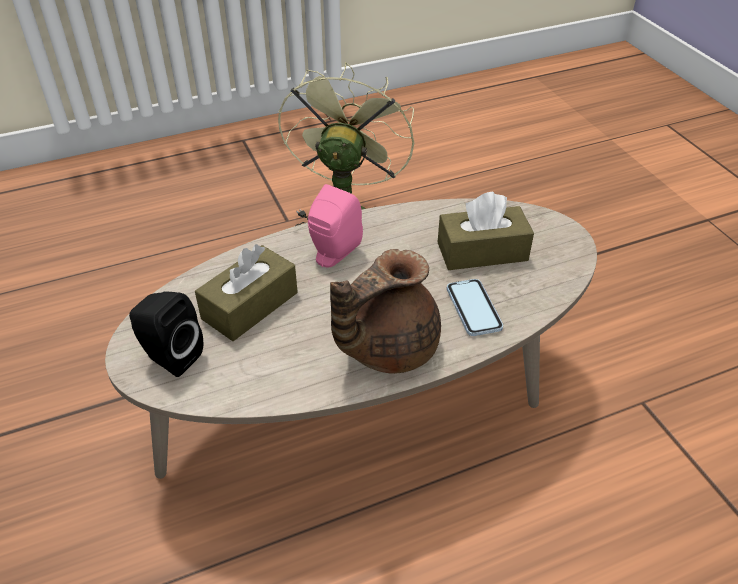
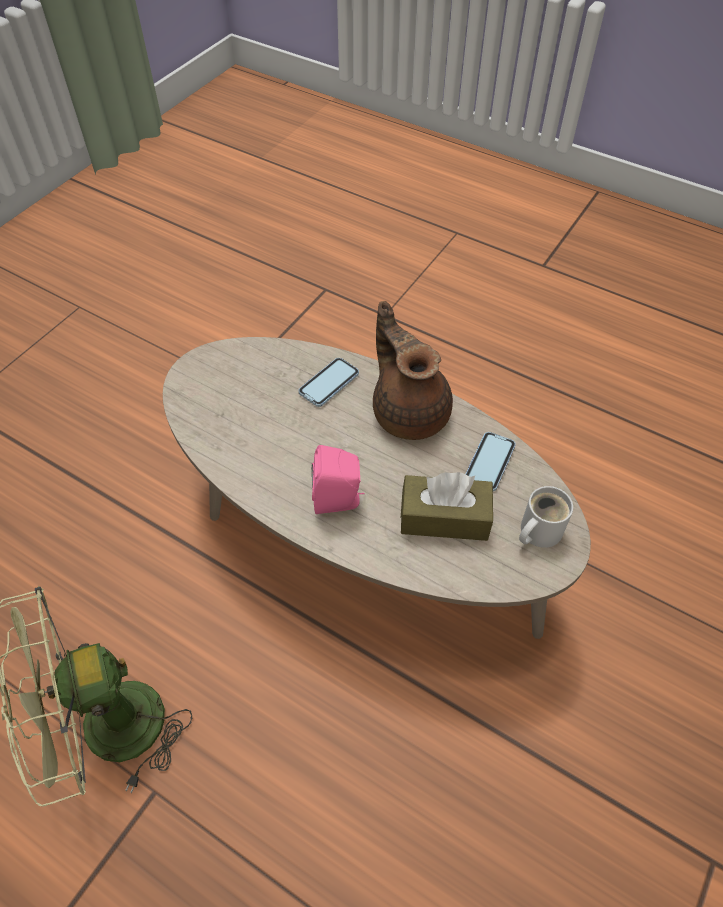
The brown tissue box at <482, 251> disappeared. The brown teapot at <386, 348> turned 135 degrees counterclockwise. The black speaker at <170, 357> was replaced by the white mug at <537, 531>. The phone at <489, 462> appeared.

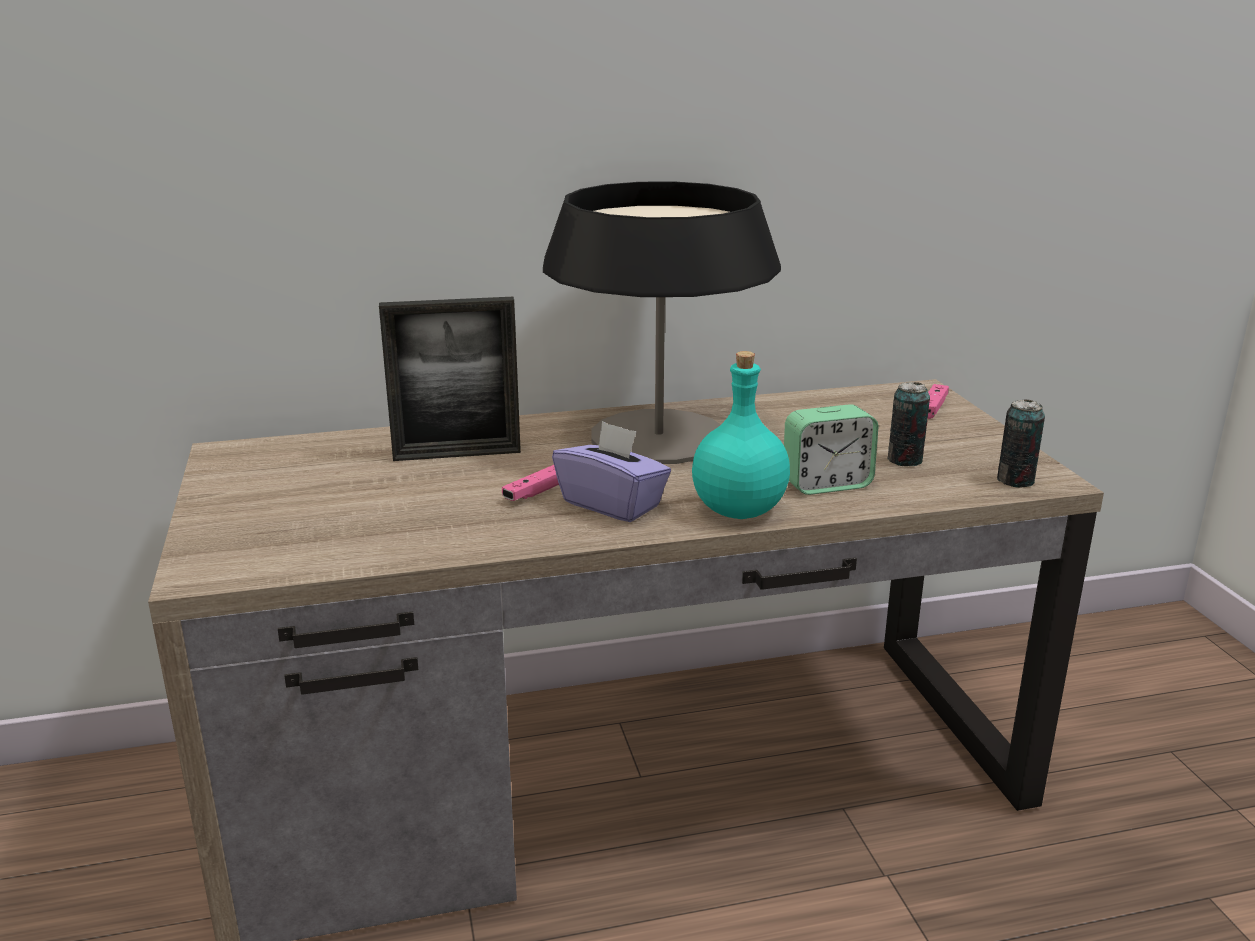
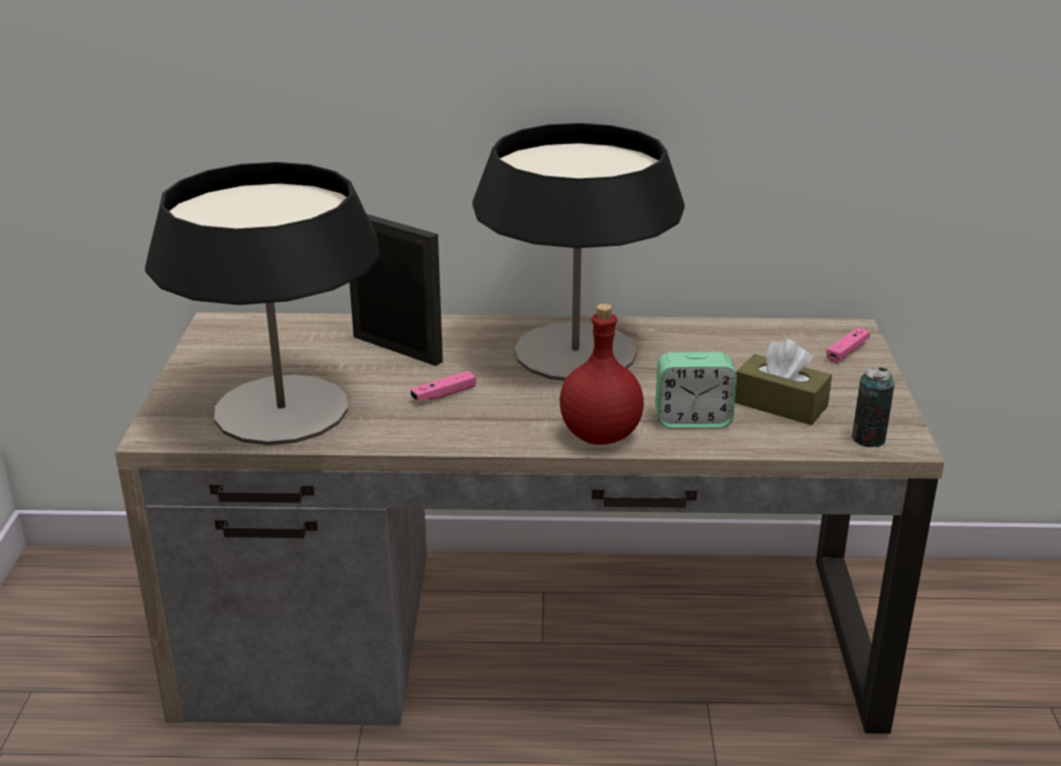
The picture frame at <457, 454> turned 150 degrees counterclockwise. The turquoise bottle at <738, 510> became the red bottle at <600, 434>. The can at <904, 460> was replaced by the brown tissue box at <780, 404>. The purple tissue box at <612, 504> disappeared. The table lamp at <282, 410> appeared.

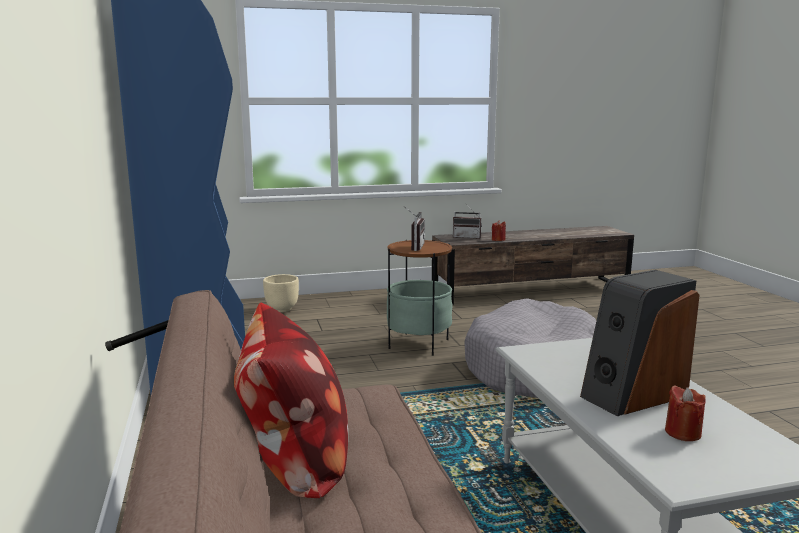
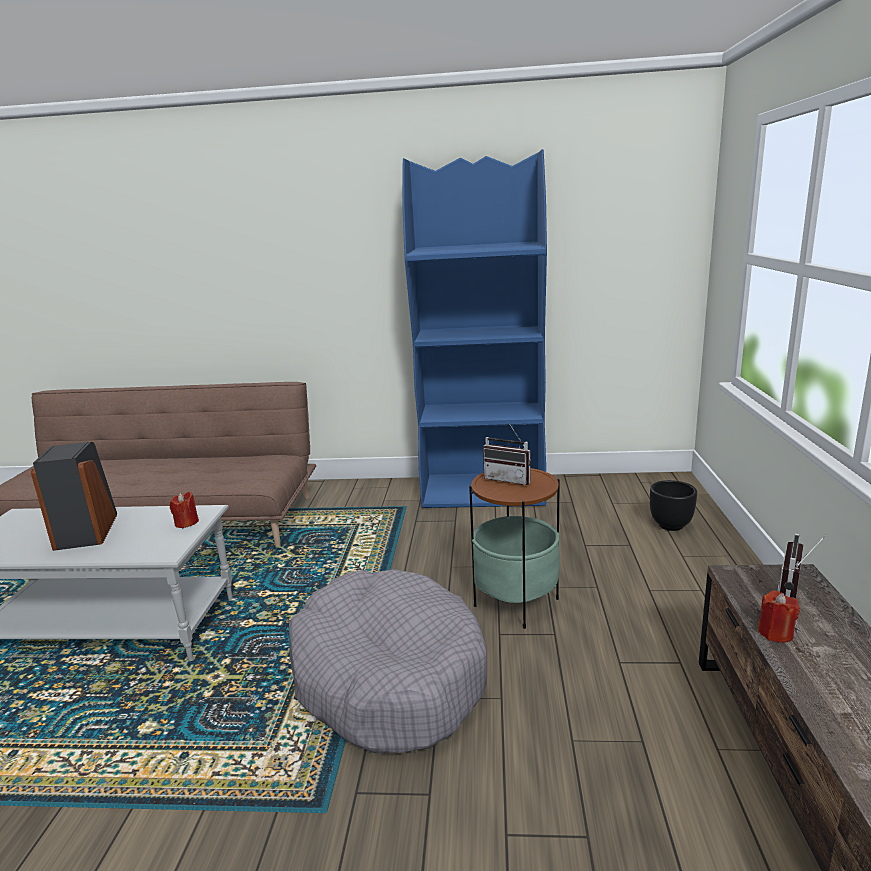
The beige planter at <282, 309> became the black planter at <671, 525>. The pillow at <294, 462> disappeared. The red candle moved from <682, 433> to <186, 523>.

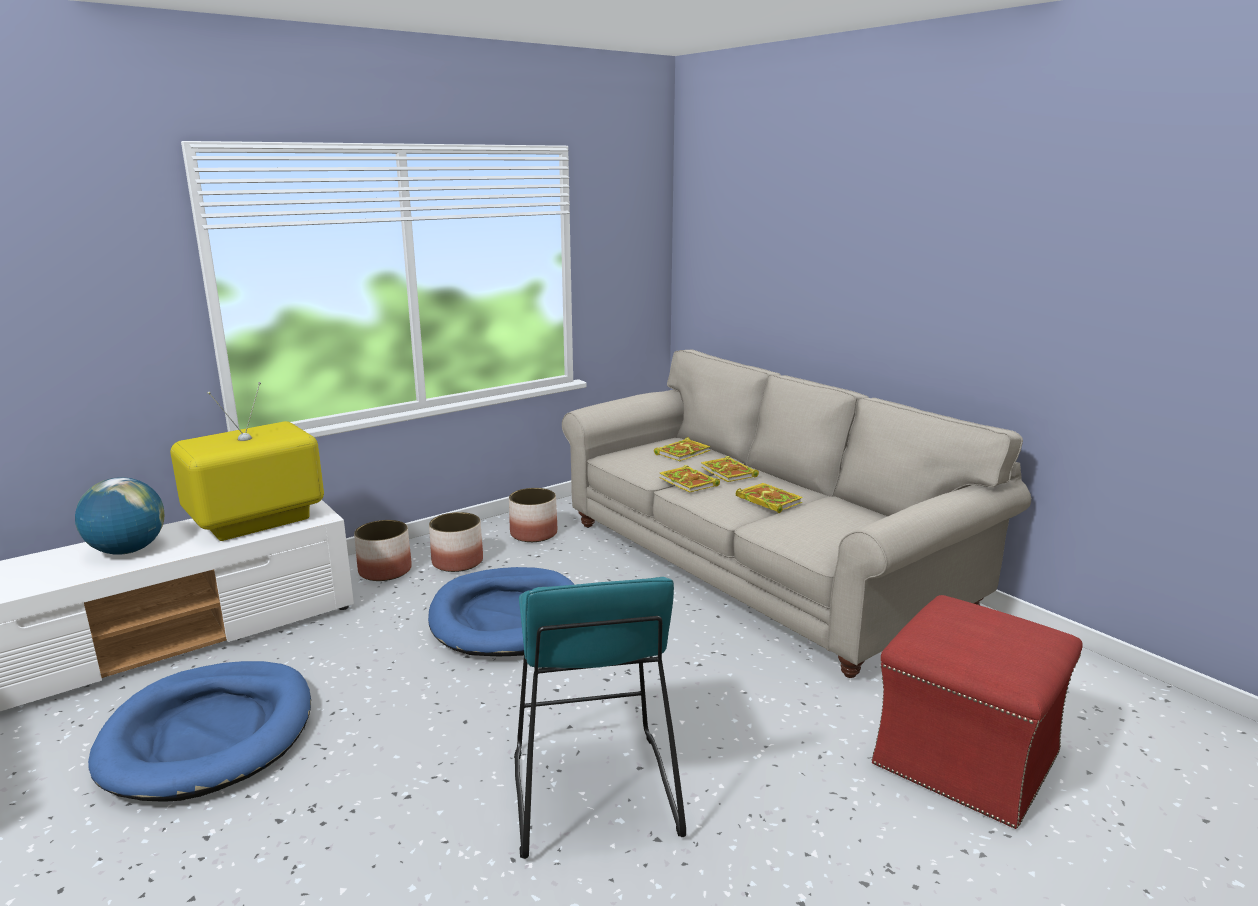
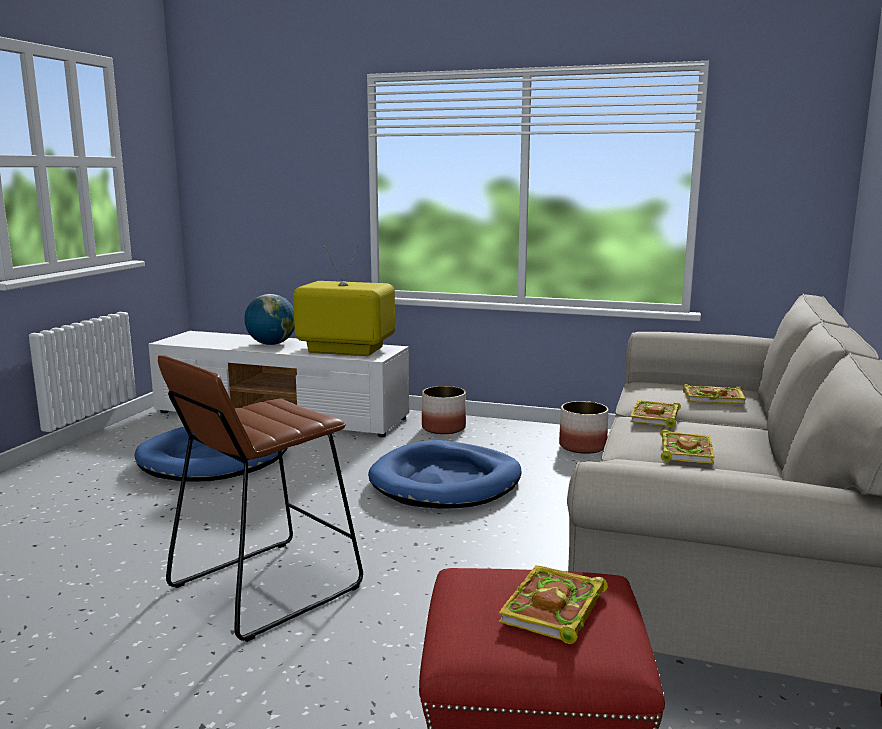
The book moved from <729, 473> to <553, 610>. The planter at <457, 562> disappeared. The turquoise stool at <592, 792> became the brown stool at <265, 587>.

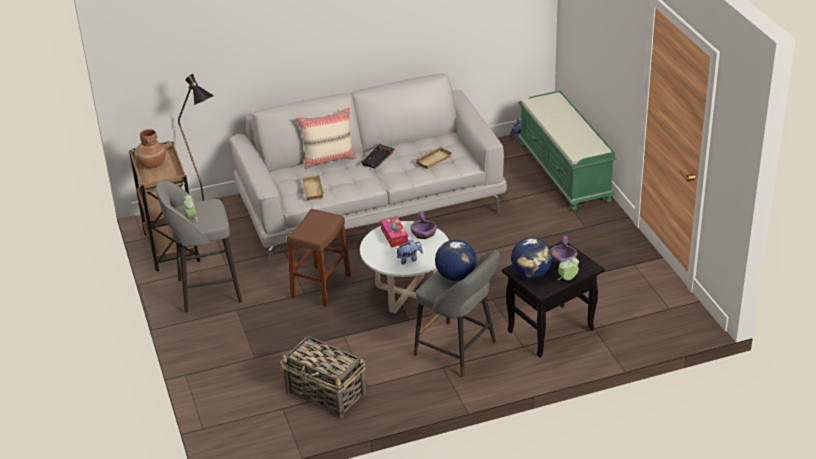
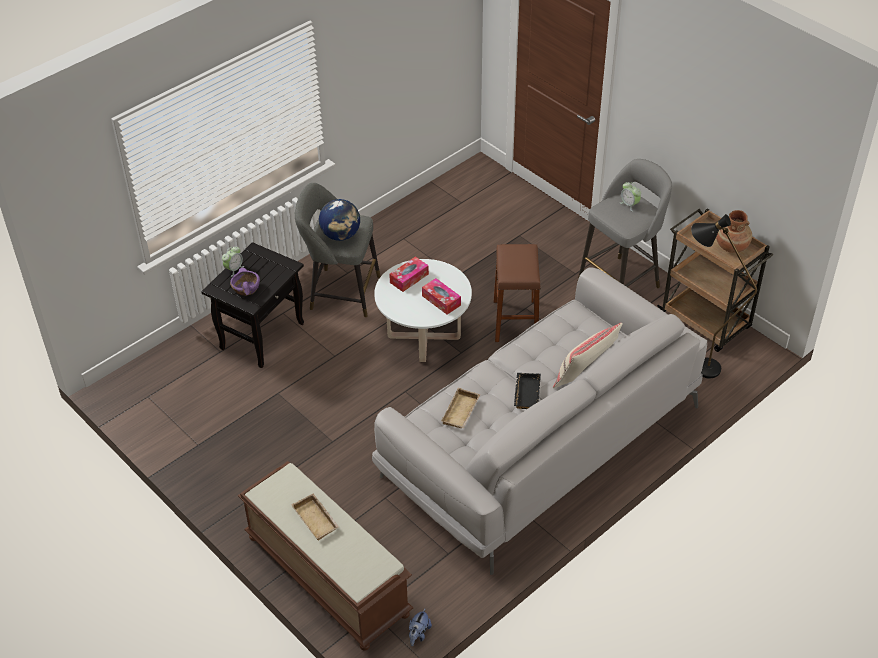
The green bench at <565, 172> became the brown bench at <325, 575>. The beige tray moved from <311, 190> to <317, 519>. The purple bowl at <424, 234> disappeared. The globe at <531, 274> disappeared. The plush toy at <409, 259> was replaced by the tissue box at <409, 278>. The basket at <326, 394> disappeared.

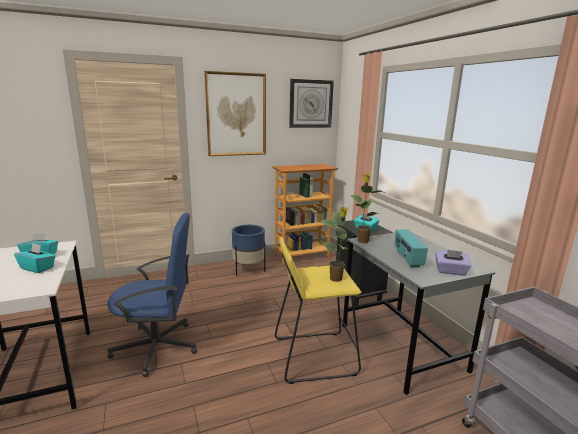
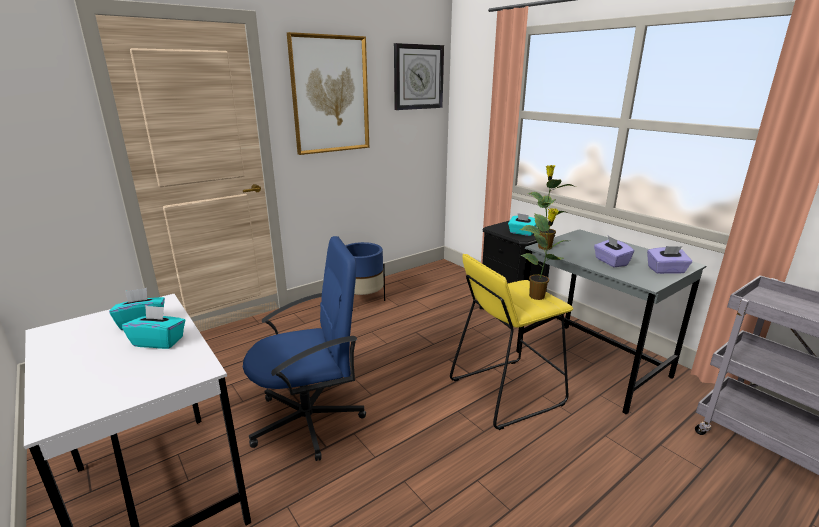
The bookcase at <301, 256> disappeared. The radio at <407, 258> was replaced by the purple tissue box at <610, 262>.

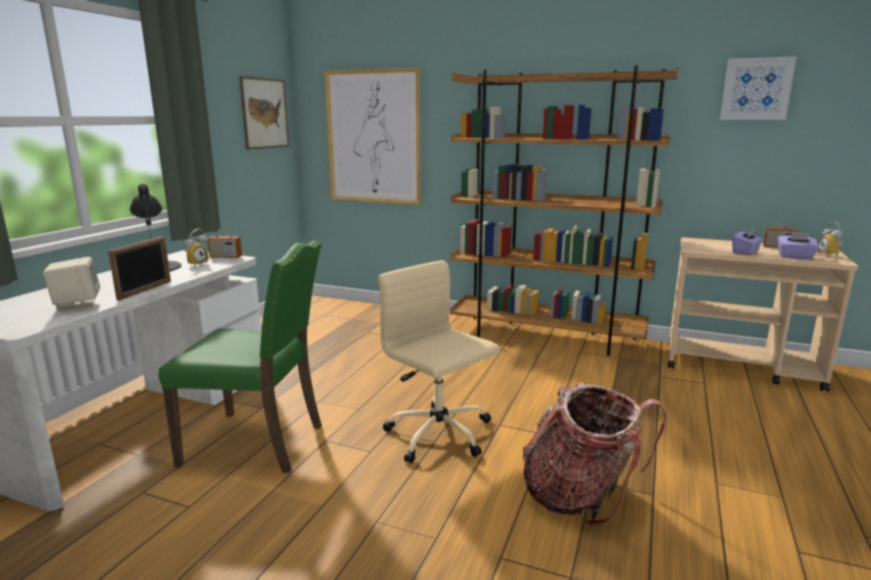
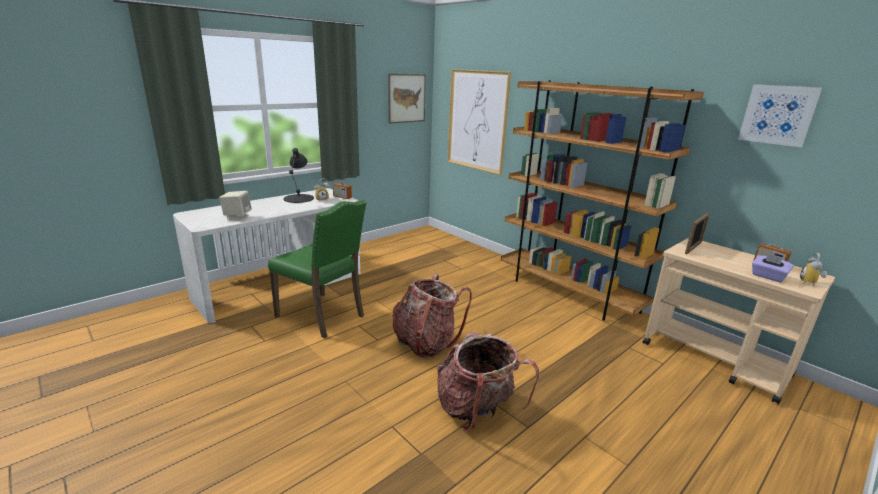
The purple tissue box at <745, 252> disappeared. The picture frame moved from <145, 290> to <693, 248>. The beige office chair at <440, 435> was replaced by the backpack at <426, 342>.

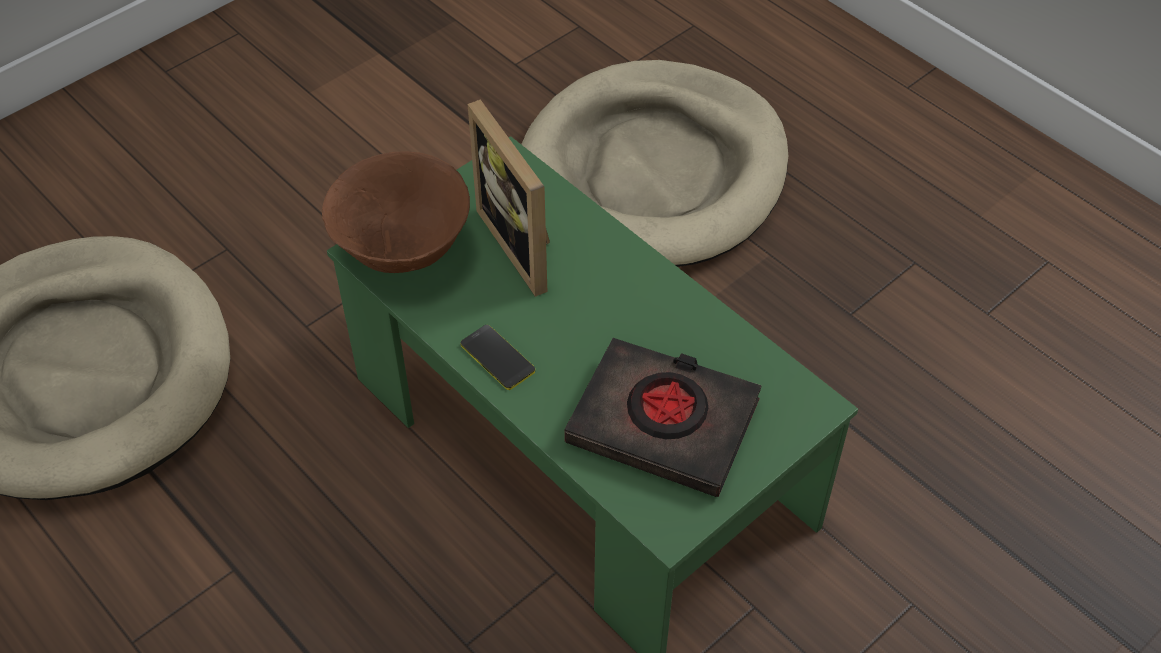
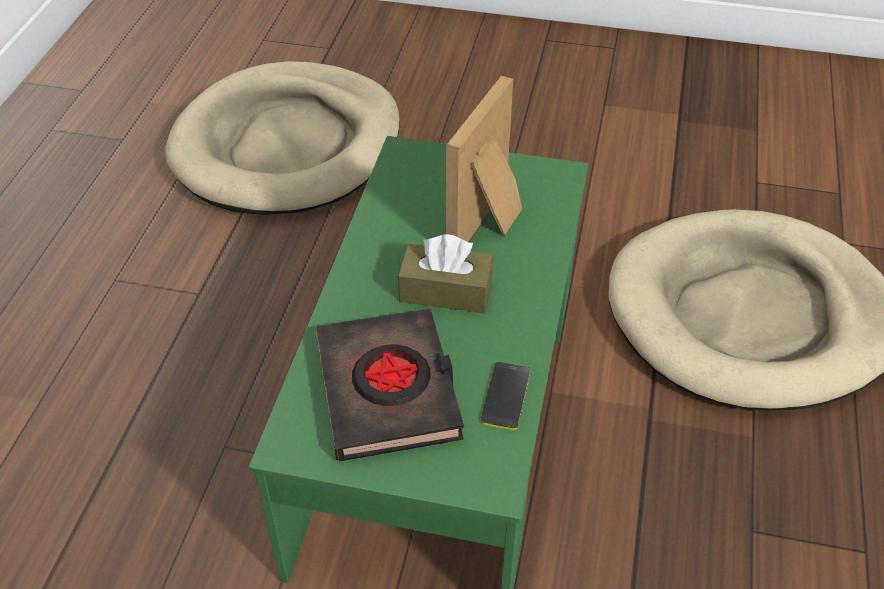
The brown bowl at <404, 251> disappeared. The phone moved from <497, 358> to <505, 396>. The brown tissue box at <446, 291> appeared.

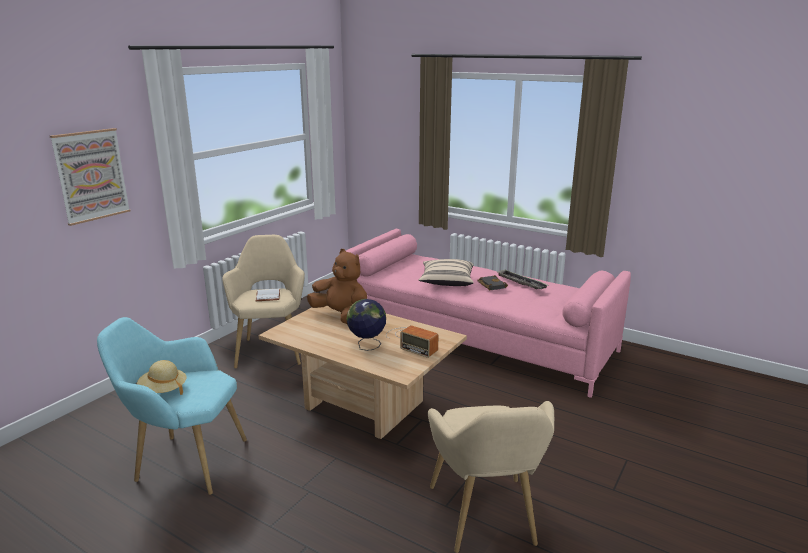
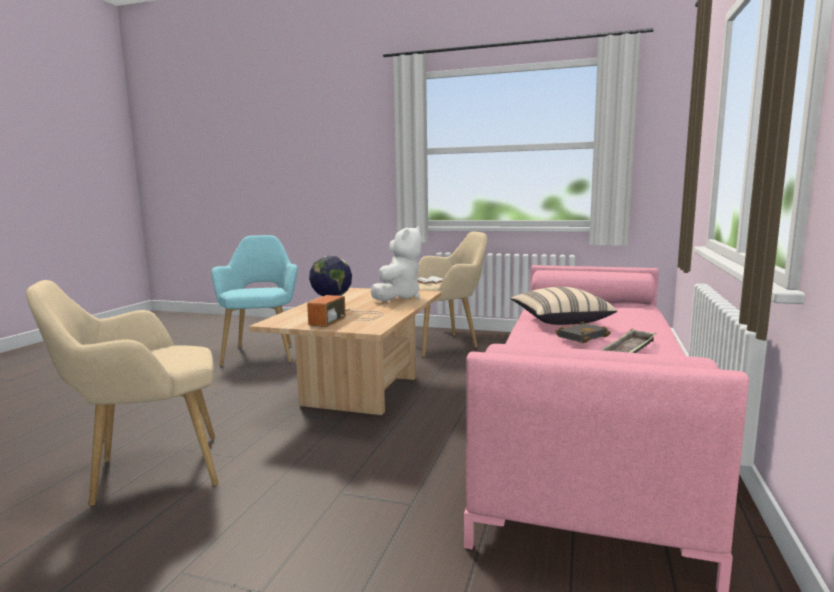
The picture at <91, 175> disappeared. The brown plush toy at <341, 316> became the white plush toy at <398, 297>. The beige hat at <163, 390> disappeared.

